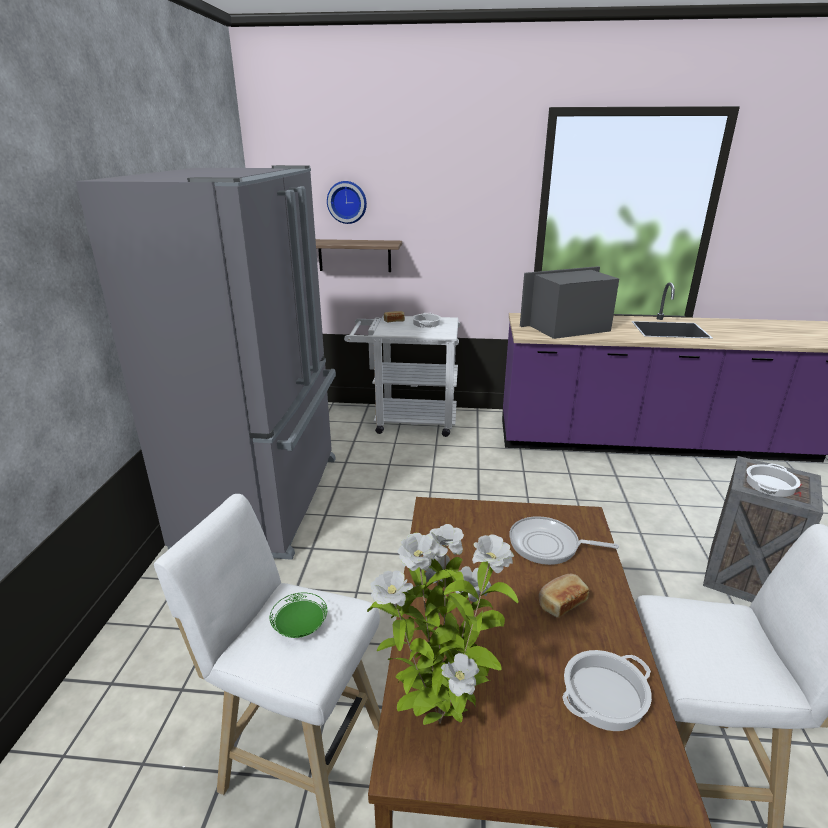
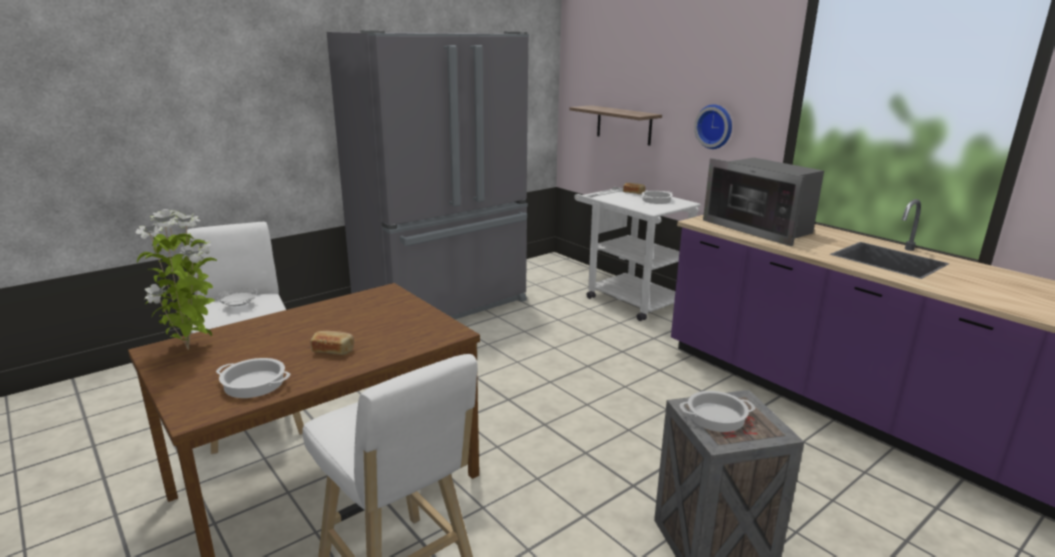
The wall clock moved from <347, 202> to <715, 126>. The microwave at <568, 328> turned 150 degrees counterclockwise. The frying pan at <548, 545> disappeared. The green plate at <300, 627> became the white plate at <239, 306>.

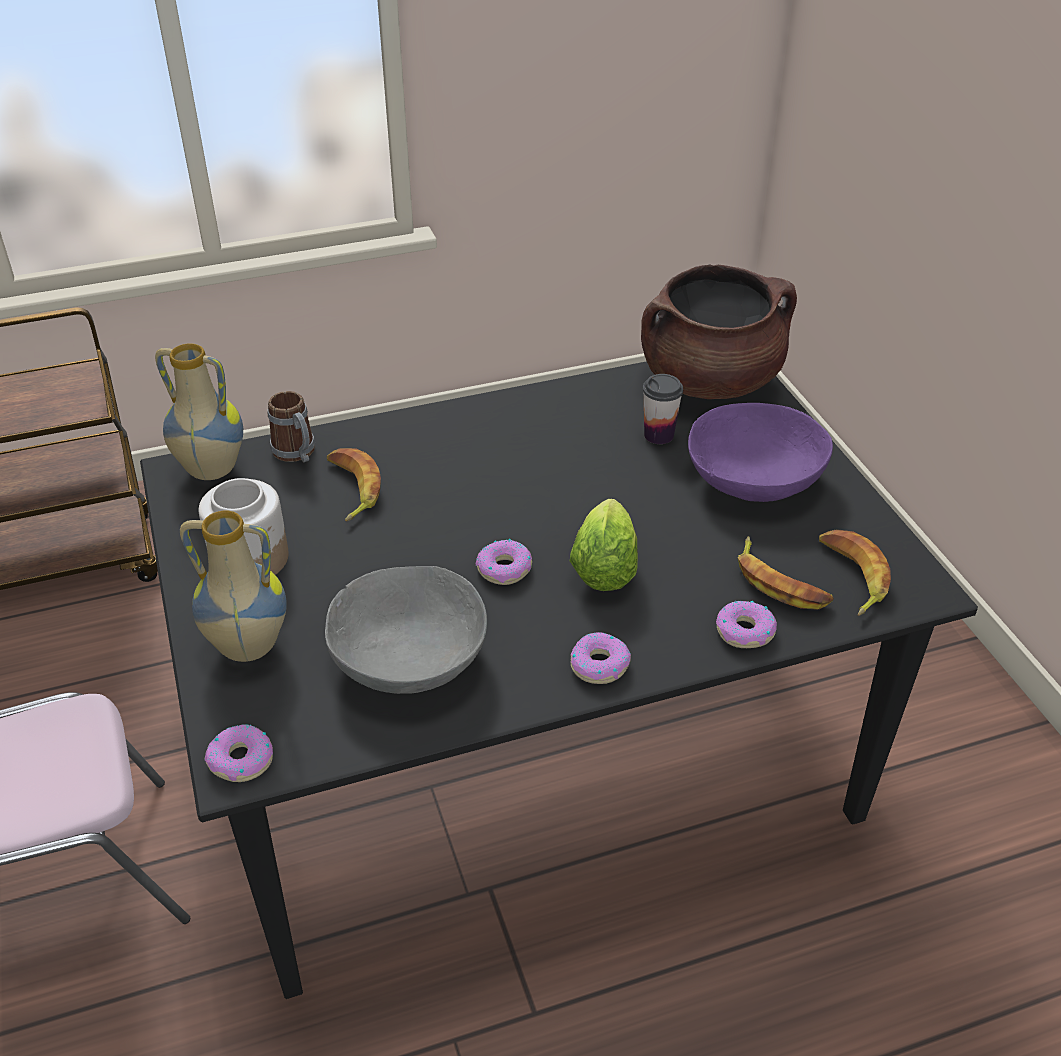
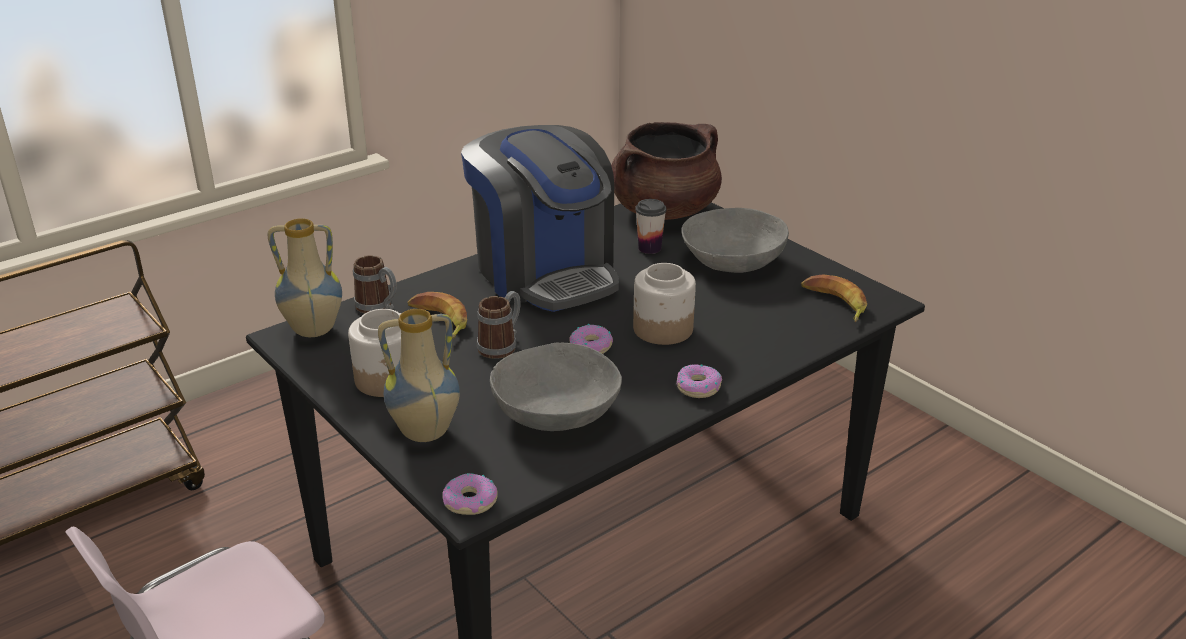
The purple bowl at <754, 477> became the grey bowl at <733, 260>. The lettuce at <605, 564> was replaced by the jar at <662, 329>. The banana at <779, 583> disappeared. The donut at <744, 631> disappeared. The coffee machine at <545, 273> appeared. The mug at <502, 345> appeared.

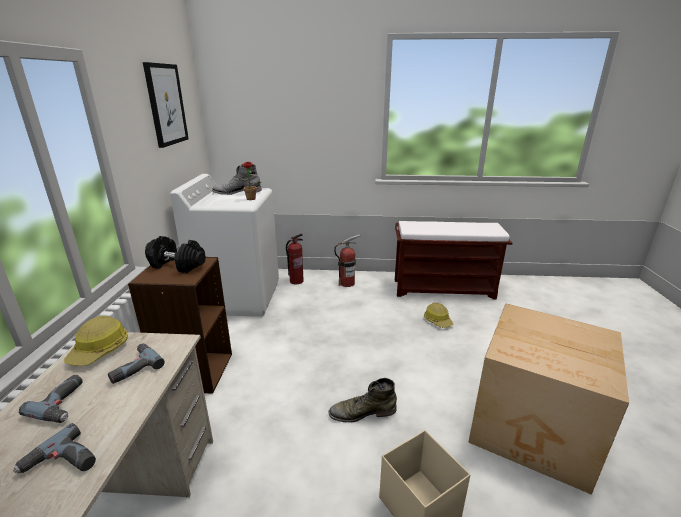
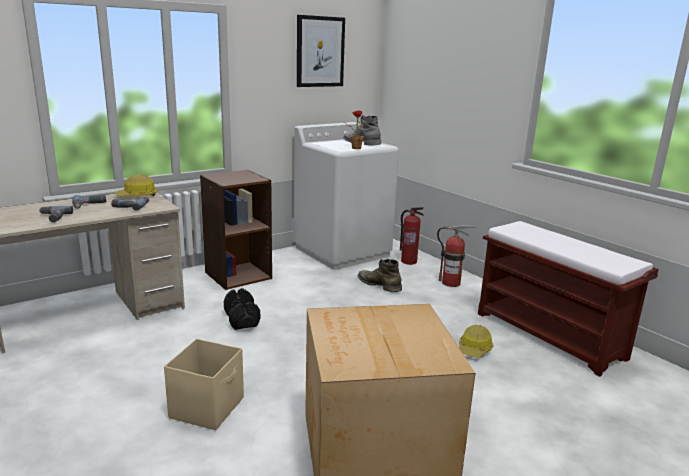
The black dumbbell moved from <178, 265> to <242, 319>. The green boot moved from <362, 412> to <379, 284>.

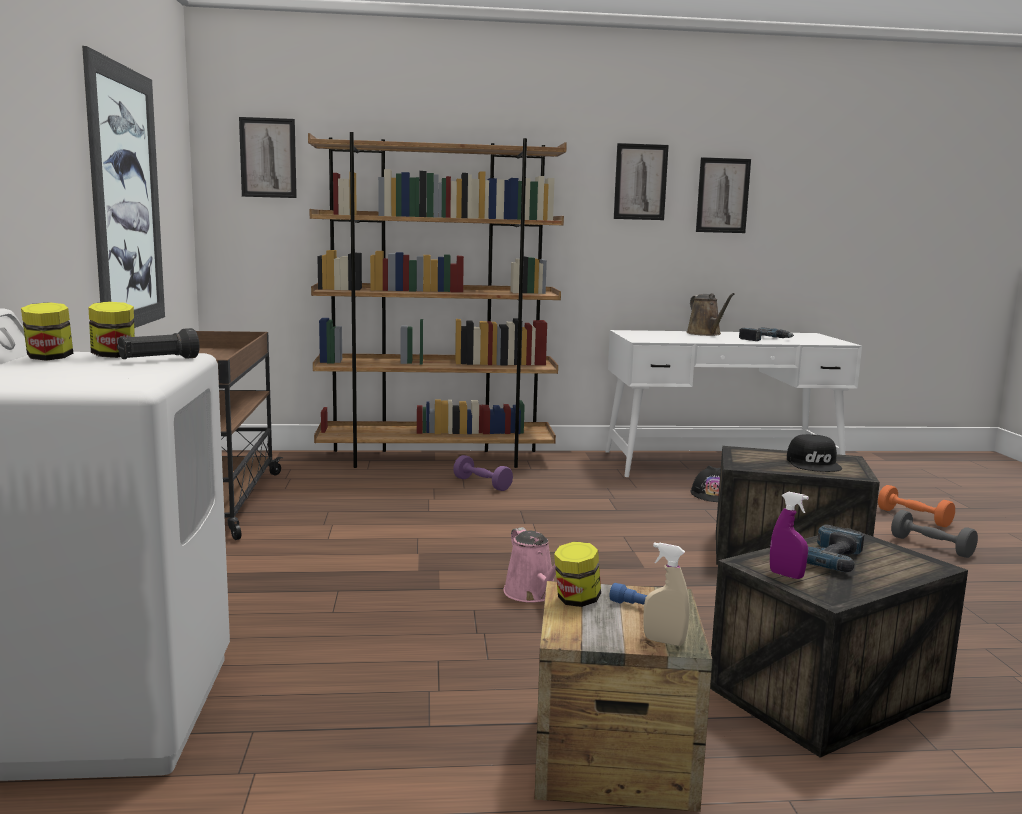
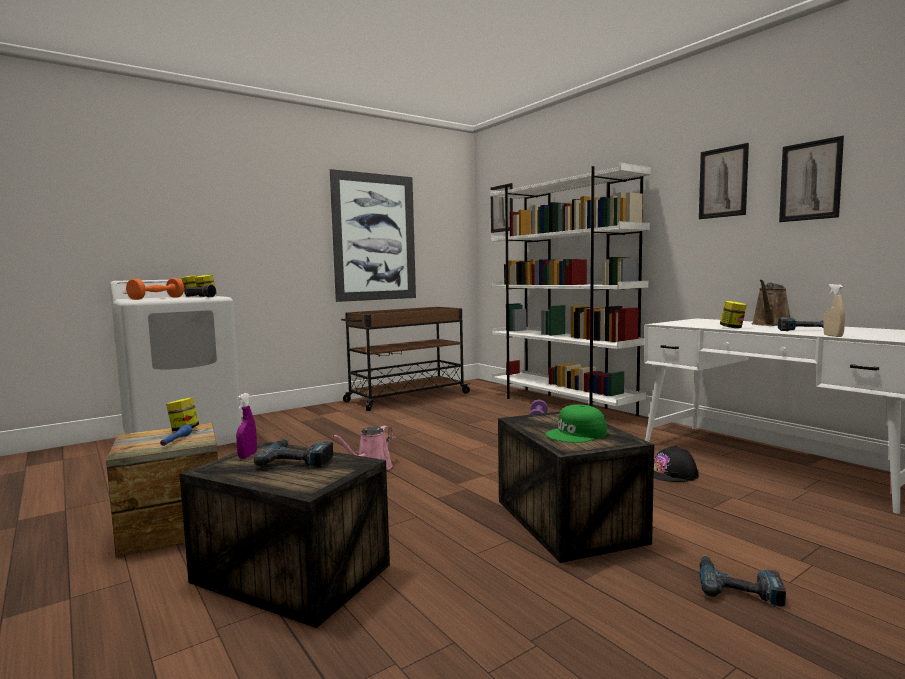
The brown bookcase at <436, 459> became the white bookcase at <562, 404>. The black cap at <814, 463> became the green cap at <577, 434>. The orange dumbbell moved from <914, 518> to <157, 298>. The grey dumbbell at <931, 546> was replaced by the power drill at <738, 587>. The beige spray bottle moved from <664, 641> to <833, 336>. The jar at <732, 327> appeared.

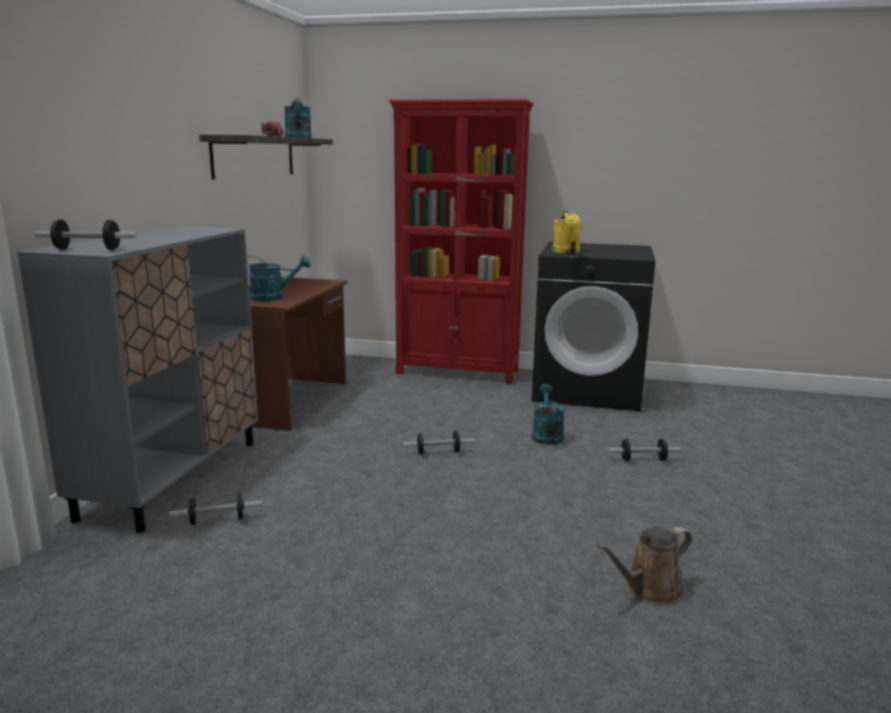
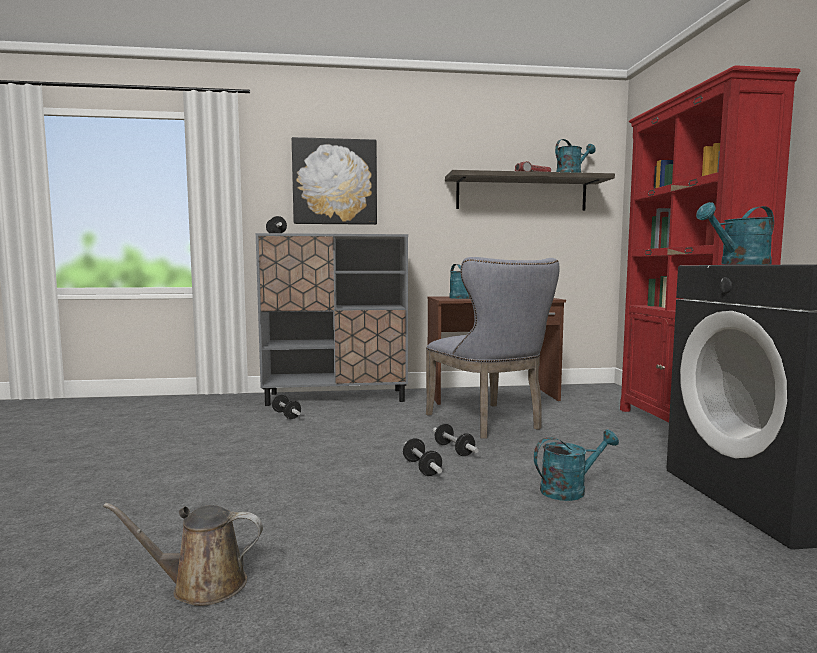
The yellow watering can at <567, 252> became the turquoise watering can at <739, 264>. The dumbbell moved from <643, 460> to <421, 468>. The brown watering can at <649, 589> turned 45 degrees counterclockwise. The picture at <335, 182> appeared. The grey chair at <489, 422> appeared.

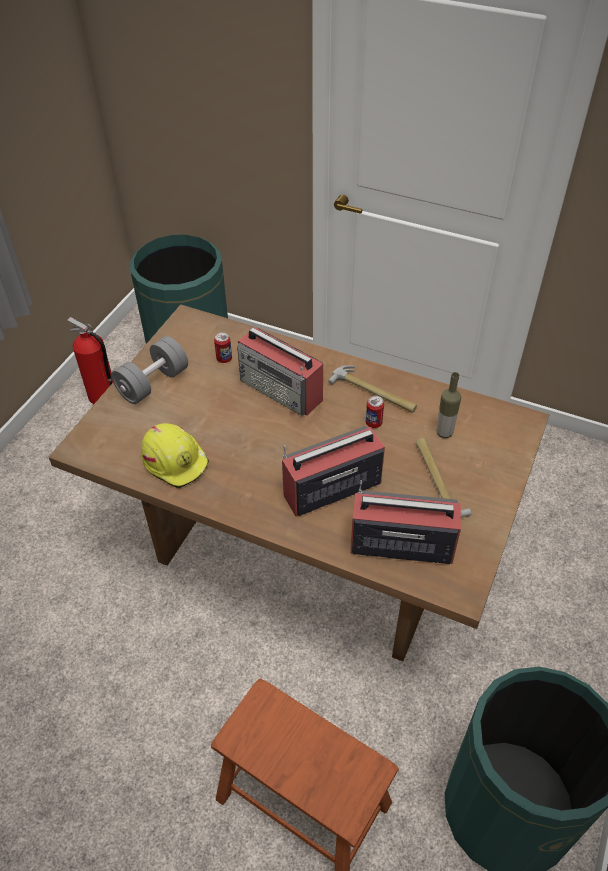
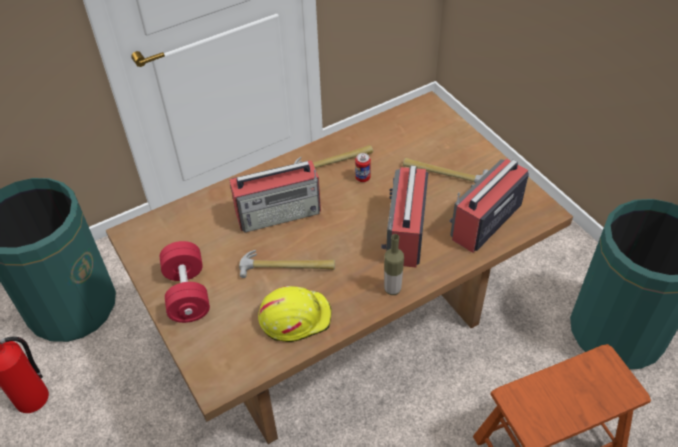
The can at <224, 359> disappeared. The grey dumbbell at <153, 383> became the red dumbbell at <187, 293>. The bottle moved from <444, 433> to <392, 289>. The hammer at <287, 267> appeared.

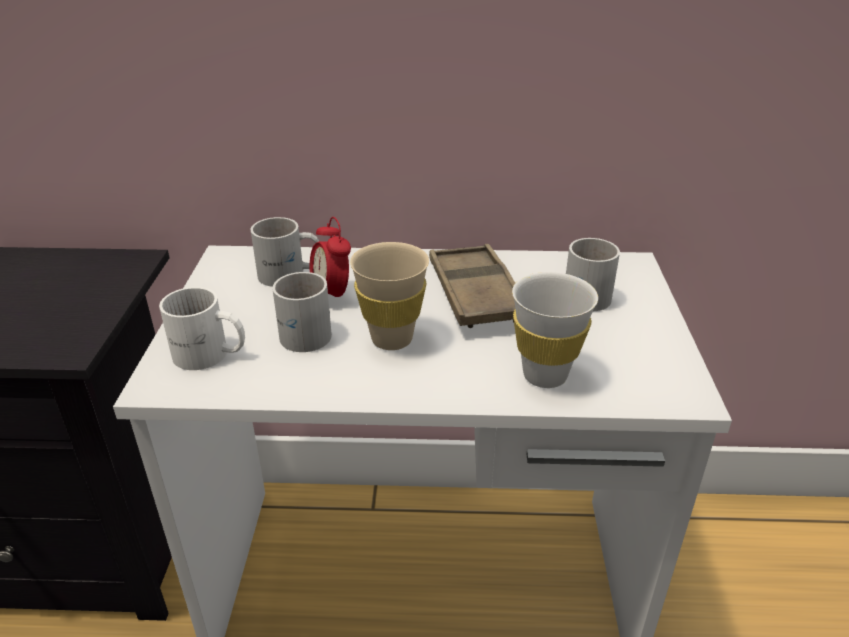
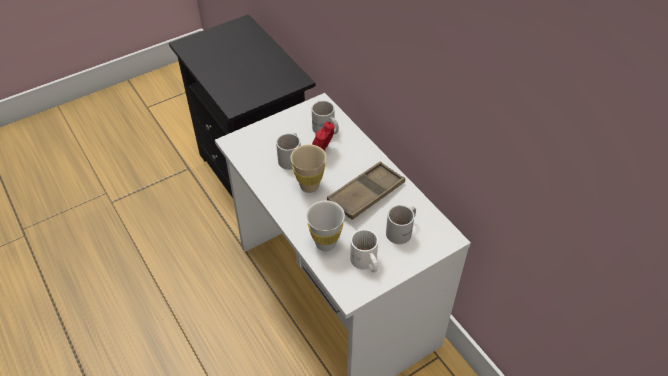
The white mug moved from <209, 356> to <365, 263>.

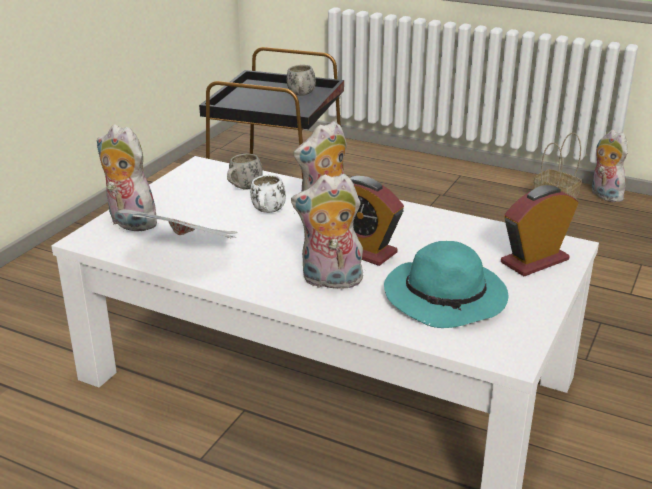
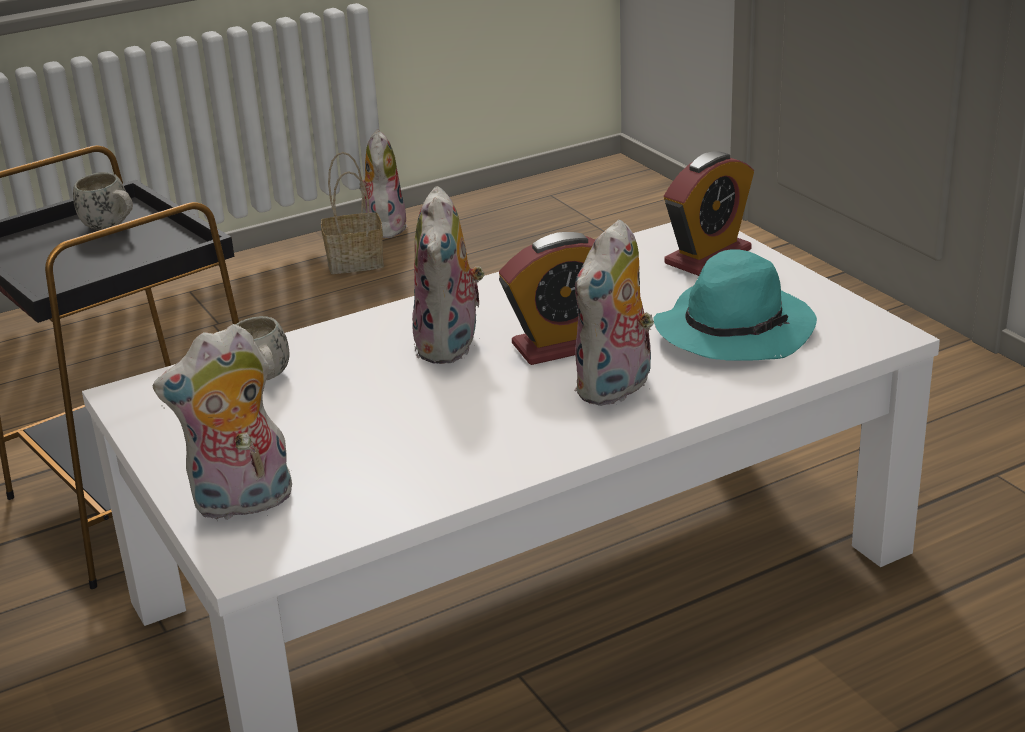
The plush toy at <603, 195> turned 90 degrees clockwise. The white mug at <267, 212> disappeared. The alarm clock at <534, 261> turned 135 degrees counterclockwise. The newspaper at <187, 252> disappeared.

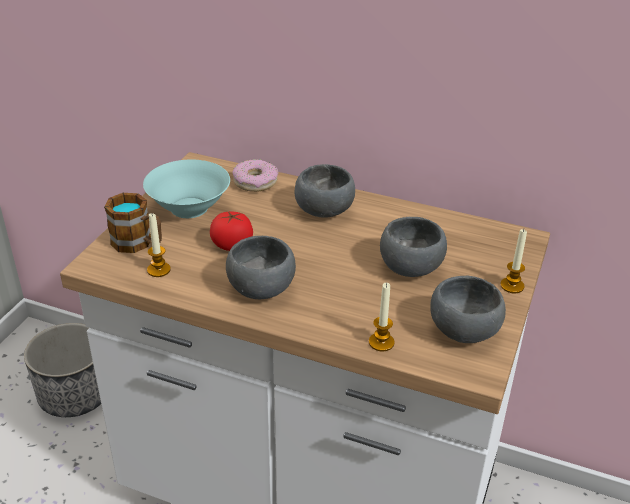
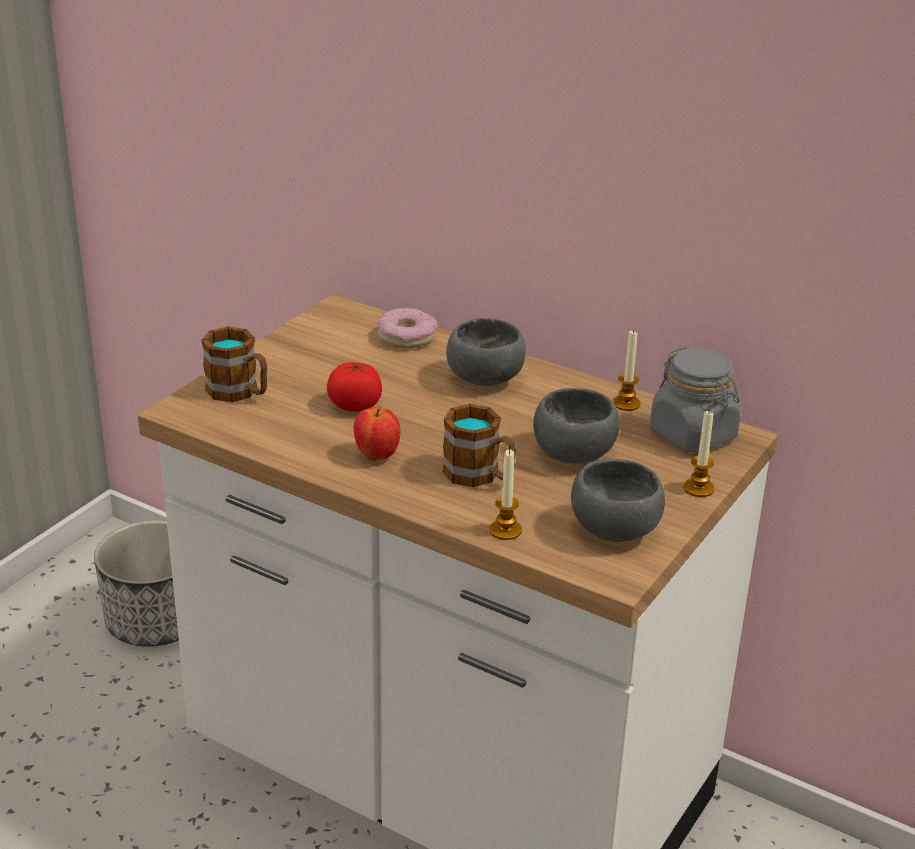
The turquoise bowl at <190, 208> disappeared. The candle moved from <158, 270> to <626, 403>. The grey bowl at <261, 287> was replaced by the apple at <377, 456>. The grey jar at <693, 435> appeared. The mug at <480, 476> appeared.

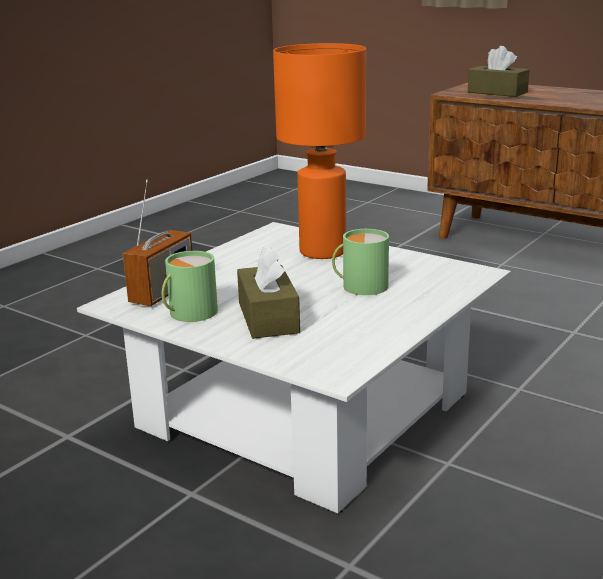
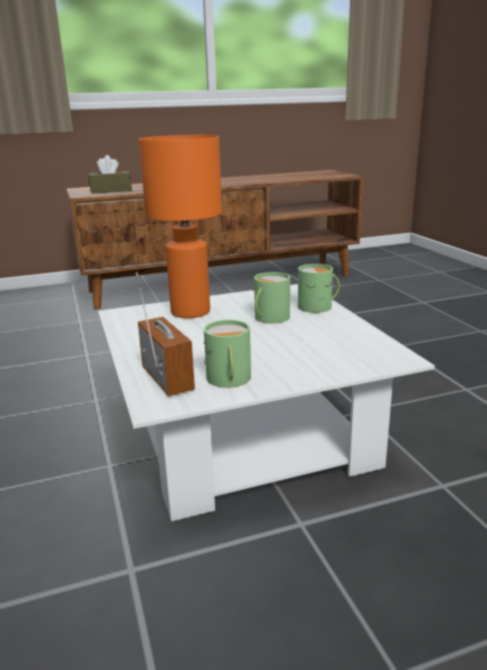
The brown tissue box at <268, 317> disappeared. The green mug at <318, 306> appeared.

